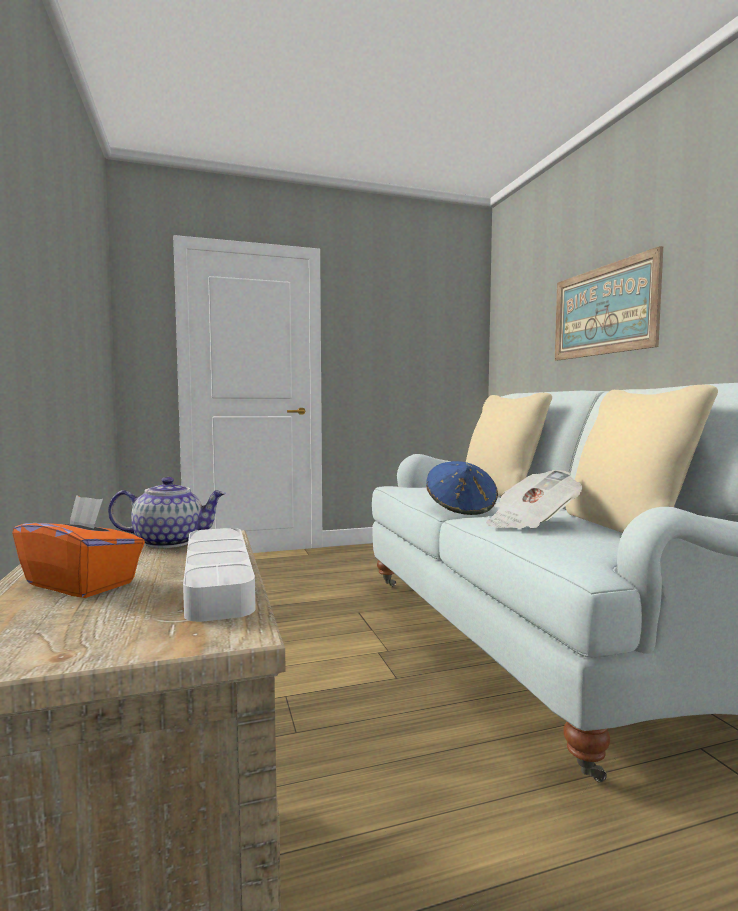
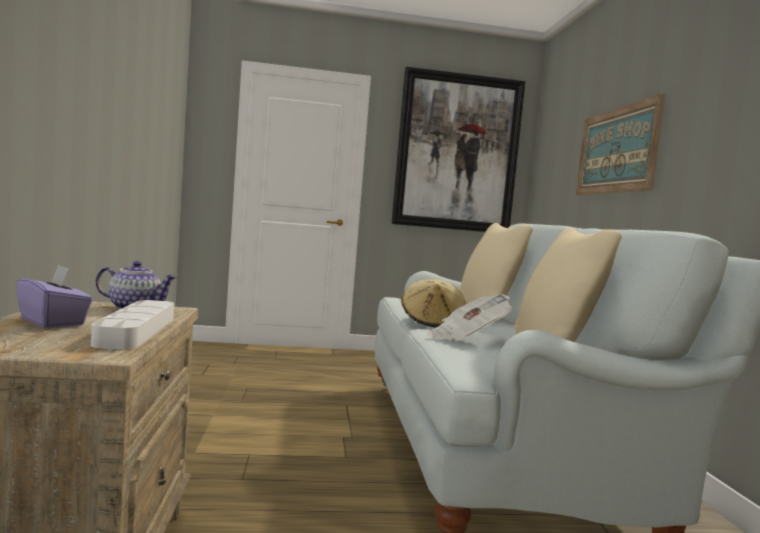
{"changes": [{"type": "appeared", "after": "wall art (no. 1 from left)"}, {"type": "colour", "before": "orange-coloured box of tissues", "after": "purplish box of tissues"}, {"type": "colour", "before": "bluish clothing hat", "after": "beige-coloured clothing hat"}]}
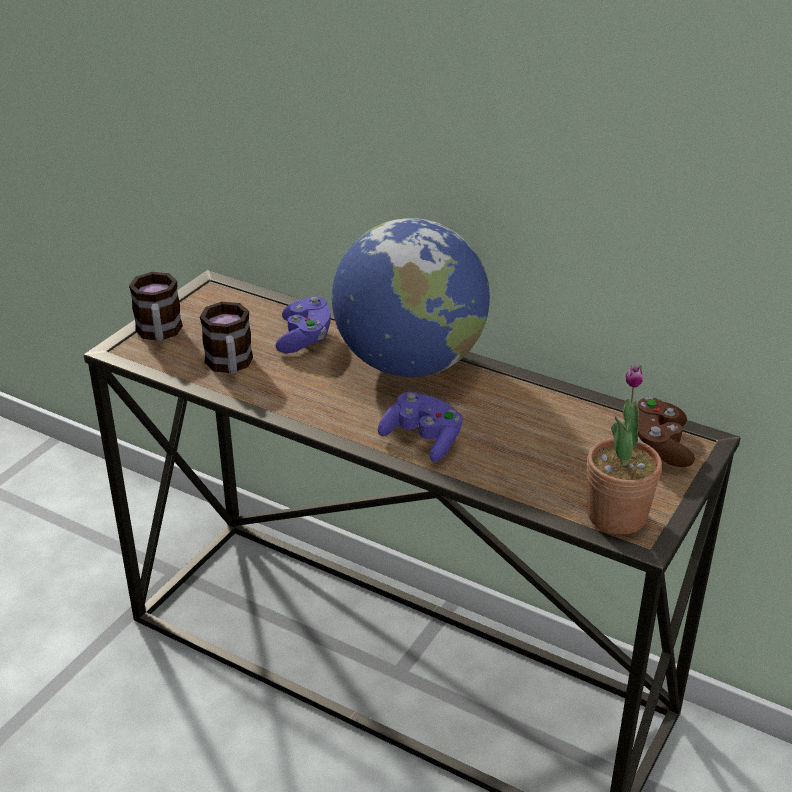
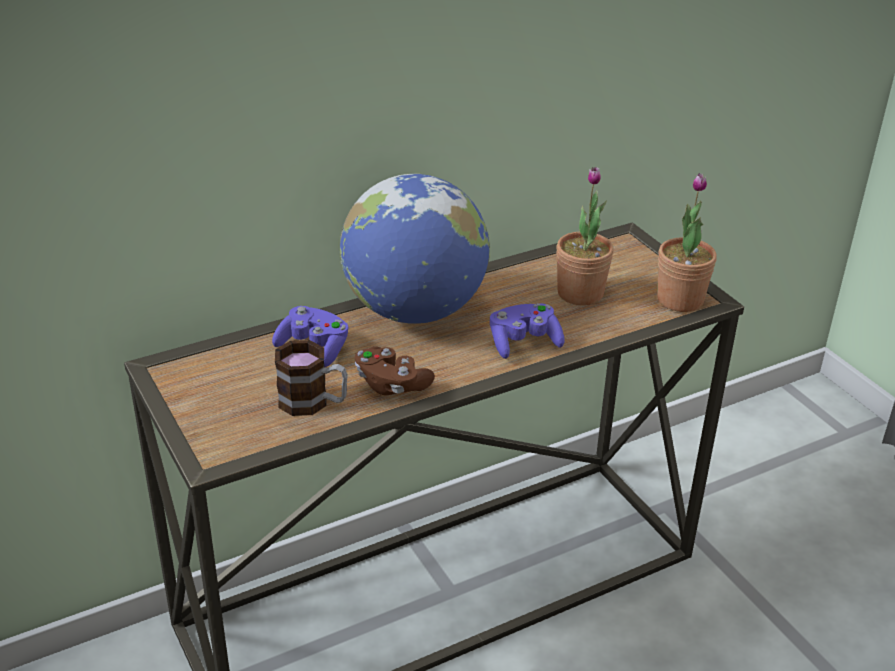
{"changes": [{"type": "missing", "before": "tea mug (no. 1 from left)"}, {"type": "appeared", "after": "houseplant (no. 1 from left)"}, {"type": "relocated", "before": "brown-coloured gamepad"}]}
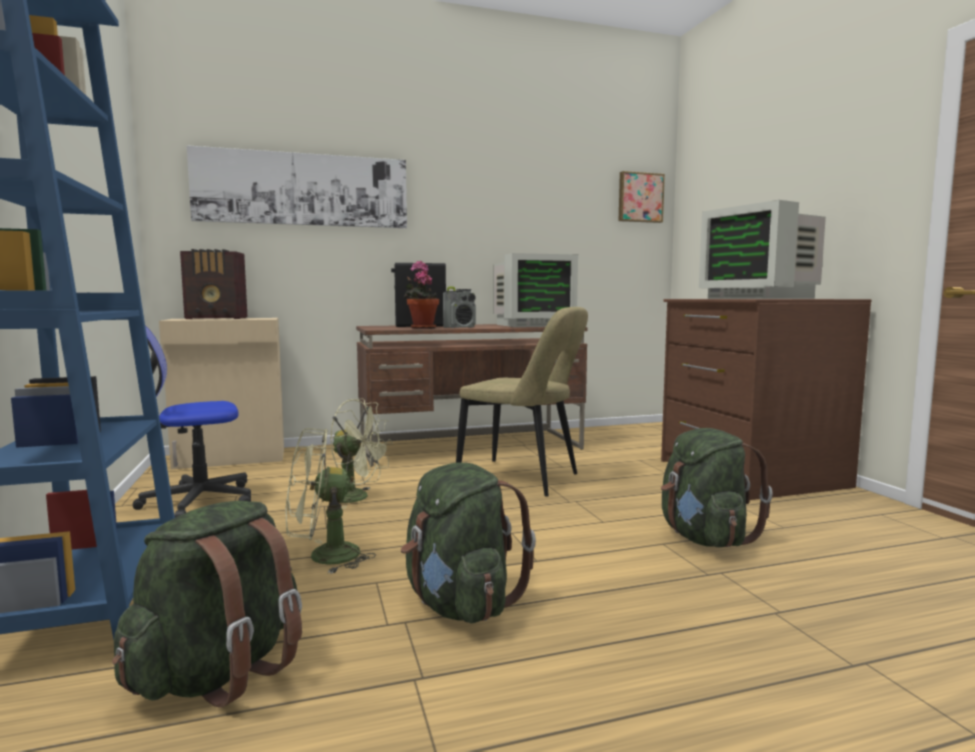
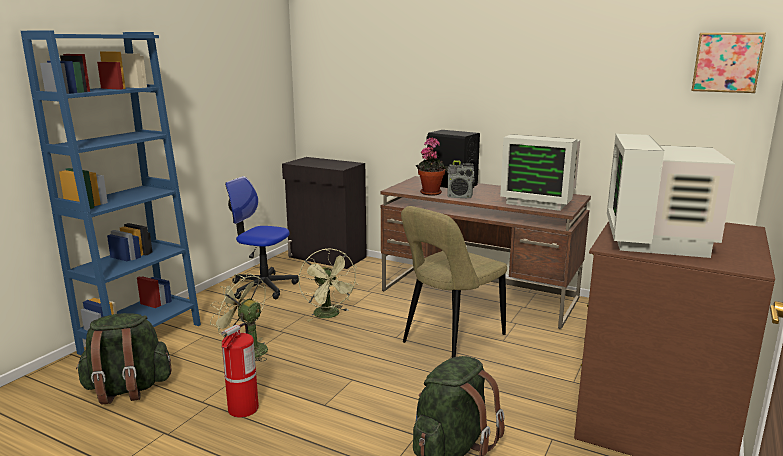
{"changes": [{"type": "missing", "before": "radio receiver (no. 1 from left)"}, {"type": "missing", "before": "wall art (no. 1 from left)"}, {"type": "exchanged", "before": "greenish rucksack (no. 2 from left)", "after": "fire-fighting cylinder"}, {"type": "colour", "before": "beige-coloured storage cabinet", "after": "black-coloured storage cabinet"}, {"type": "spun", "before": "beige-coloured upright chair", "turn": 60}]}
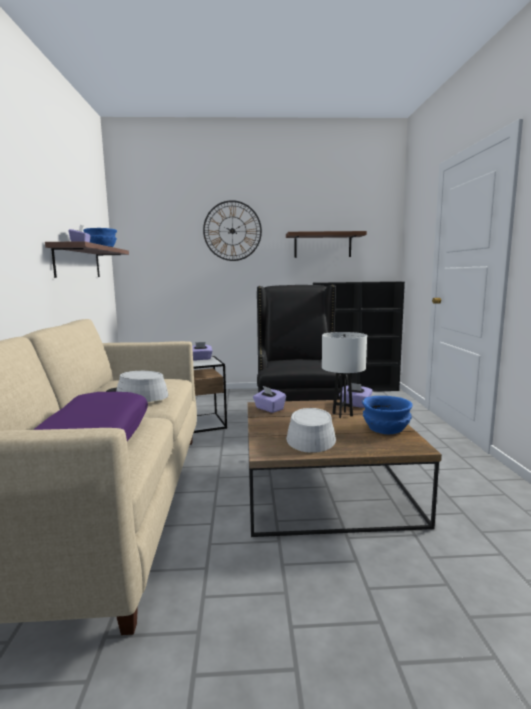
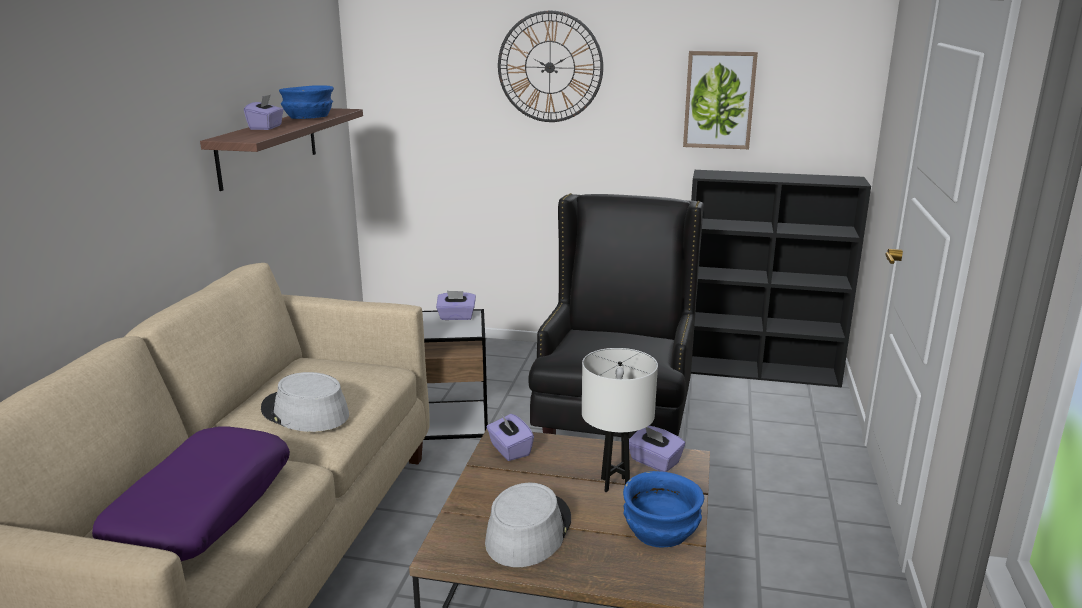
{"changes": [{"type": "exchanged", "before": "shelf (no. 2 from left)", "after": "wall art"}]}
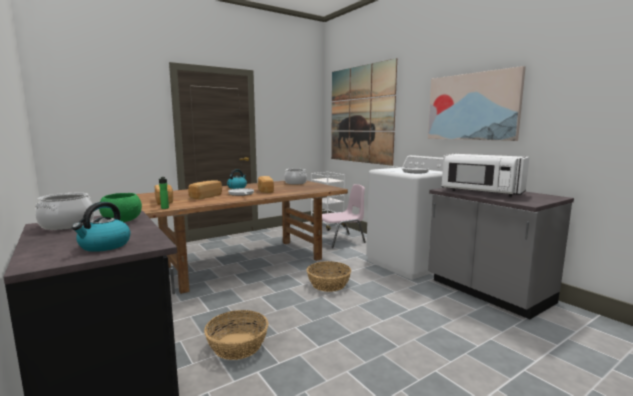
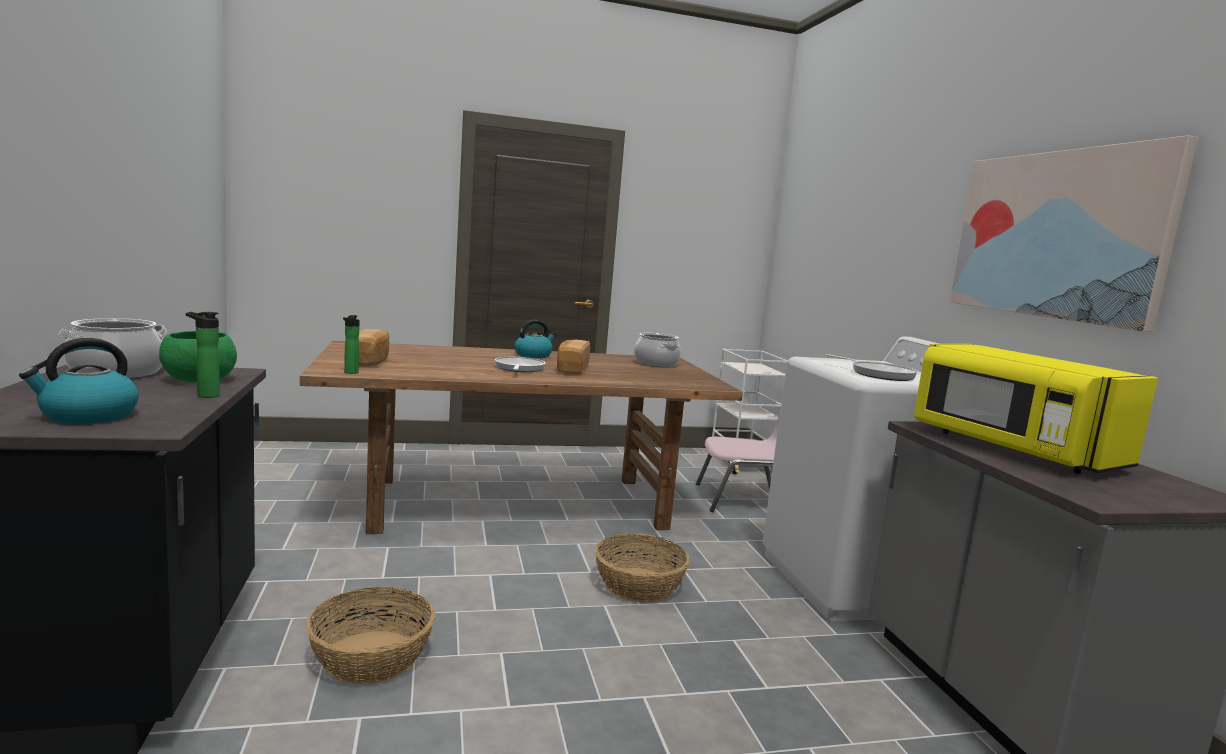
{"changes": [{"type": "missing", "before": "baked bread (no. 2 from left)"}, {"type": "missing", "before": "wall art (no. 1 from left)"}, {"type": "appeared", "after": "bottle (no. 1 from left)"}, {"type": "colour", "before": "whitish microwave", "after": "yellowish microwave"}]}
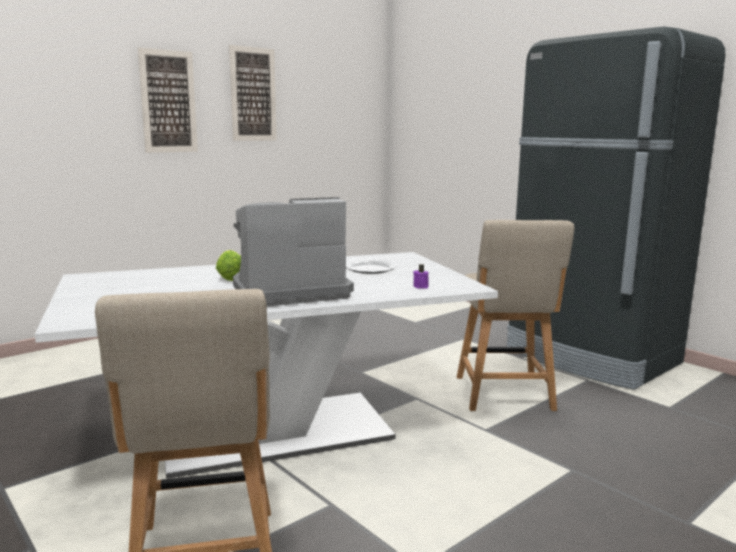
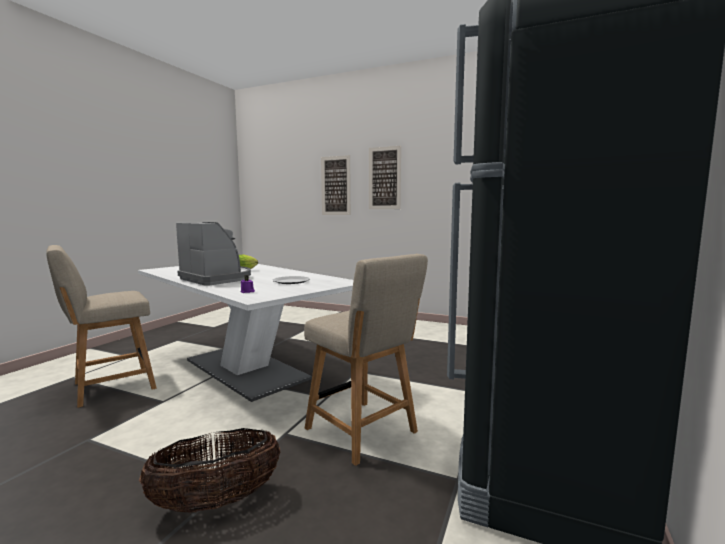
{"changes": [{"type": "appeared", "after": "household basket"}, {"type": "relocated", "before": "wall art (no. 2 from left in the first image)", "after": "wall art (no. 1 from left)"}, {"type": "spun", "before": "beige-coloured upright chair (no. 2 from left)", "turn": -105}]}
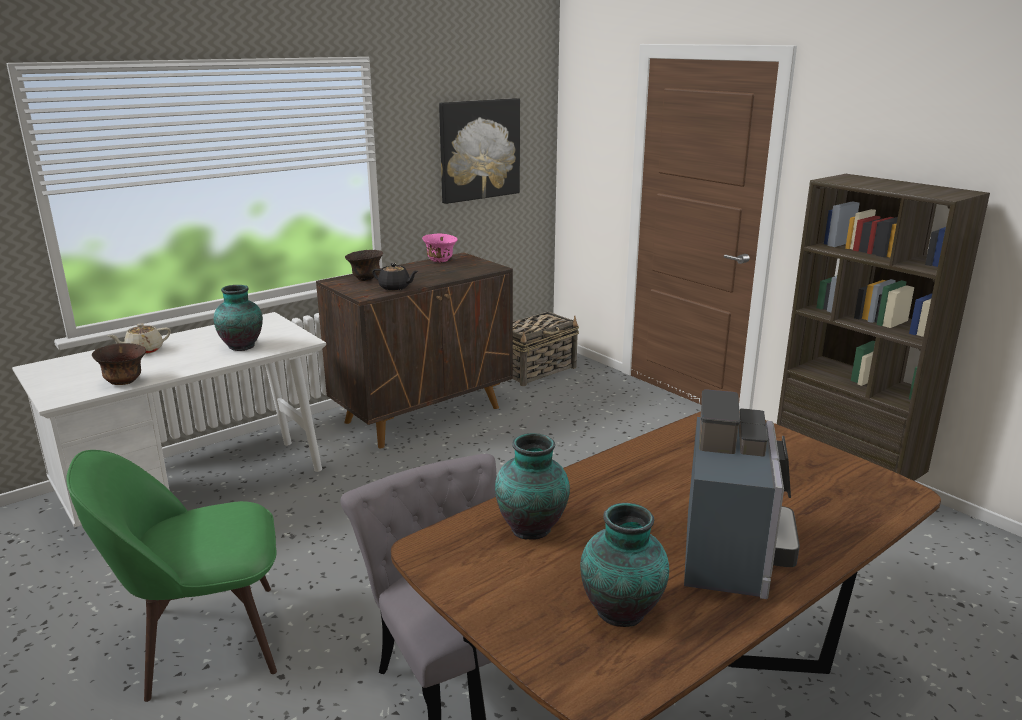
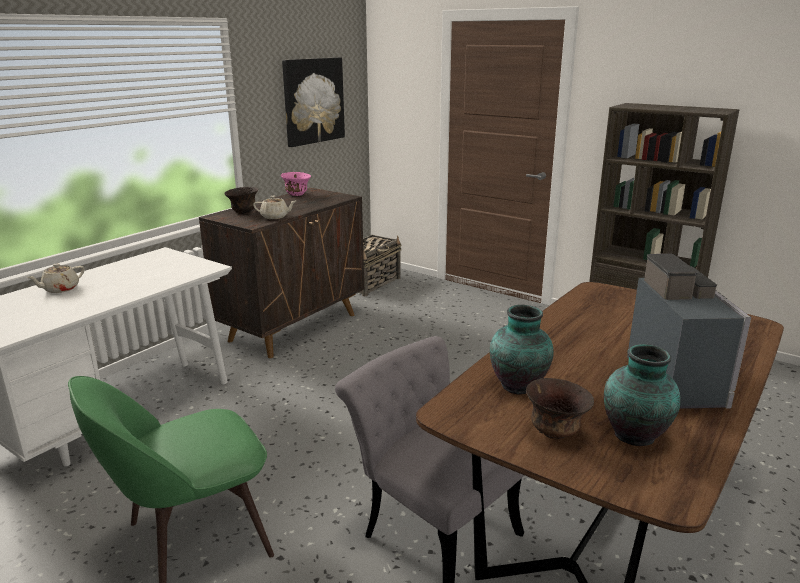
{"changes": [{"type": "missing", "before": "flower vase (no. 1 from left)"}, {"type": "relocated", "before": "brown-coloured serving bowl (no. 1 from left in the first image)", "after": "brown-coloured serving bowl (no. 2 from left)"}, {"type": "colour", "before": "black-coloured pot for tea", "after": "beige-coloured pot for tea (no. 2 from left)"}]}
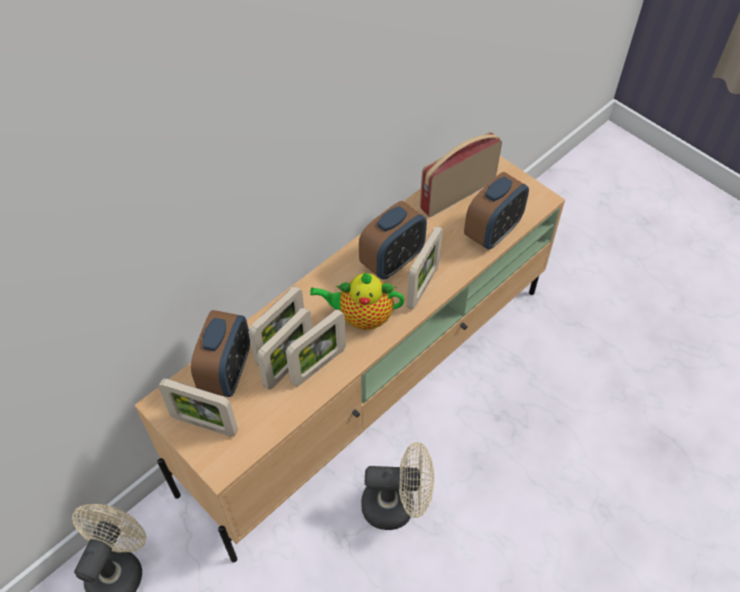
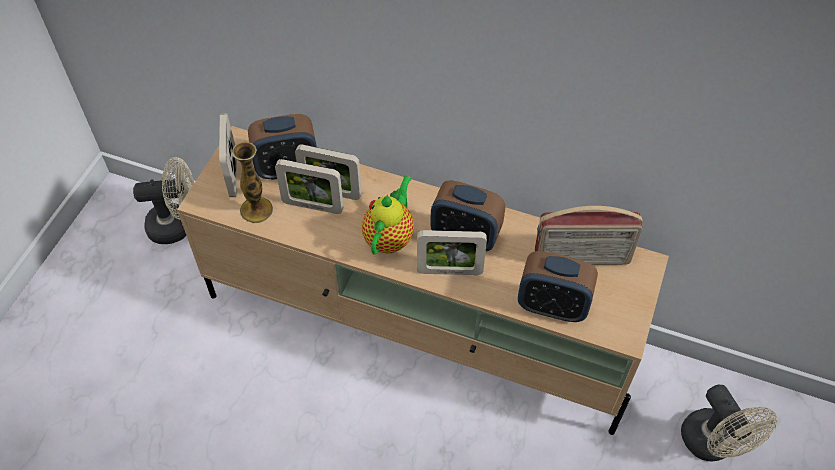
{"changes": [{"type": "missing", "before": "standing frame (no. 4 from left)"}, {"type": "appeared", "after": "flower vase"}, {"type": "relocated", "before": "beige-coloured electric fan (no. 2 from left)"}, {"type": "spun", "before": "pot for tea", "turn": 45}, {"type": "spun", "before": "radio receiver", "turn": 150}]}
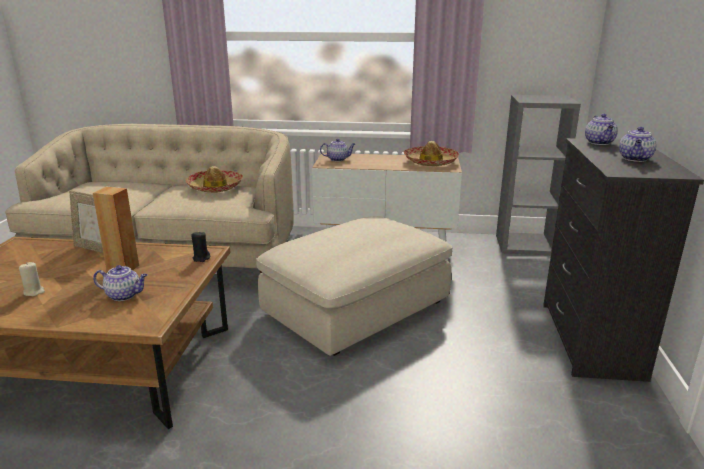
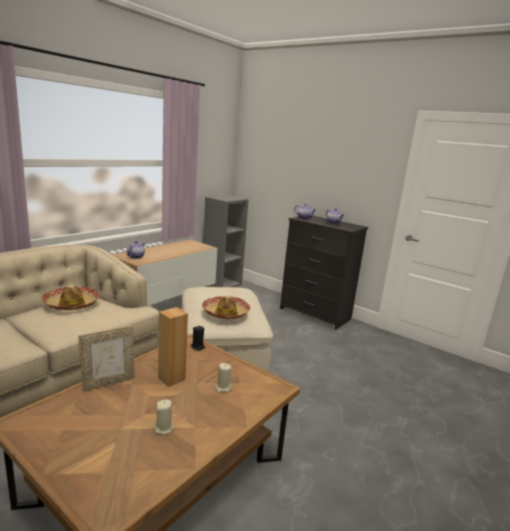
{"changes": [{"type": "relocated", "before": "clothing hat (no. 2 from left)"}, {"type": "exchanged", "before": "pot for tea (no. 1 from left)", "after": "beige-coloured wax candle (no. 2 from left)"}]}
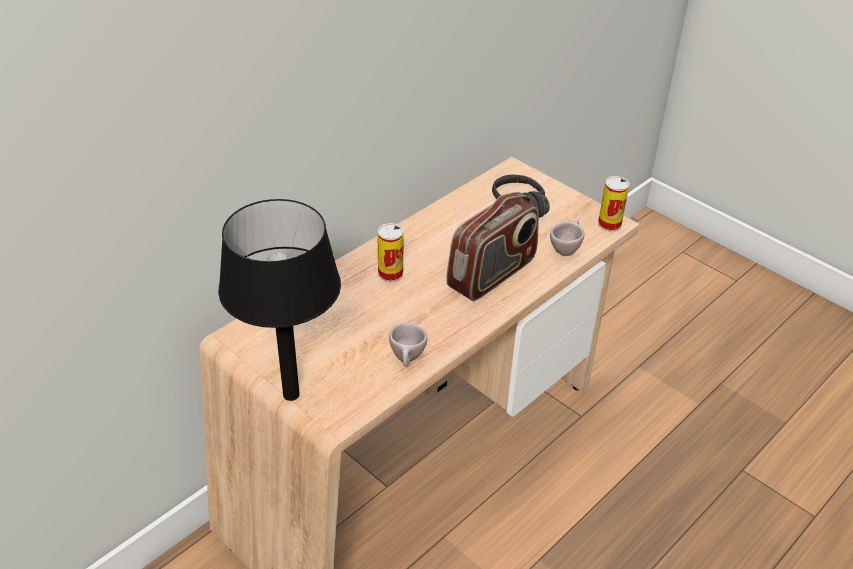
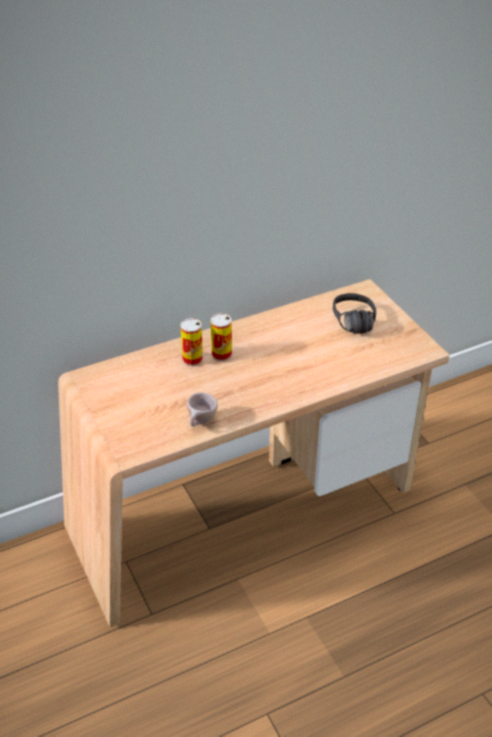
{"changes": [{"type": "missing", "before": "black-coloured lamp for a table"}, {"type": "missing", "before": "radio receiver"}, {"type": "missing", "before": "beige-coloured cup (no. 2 from left)"}, {"type": "relocated", "before": "metal can (no. 2 from left in the first image)", "after": "metal can (no. 1 from left)"}]}
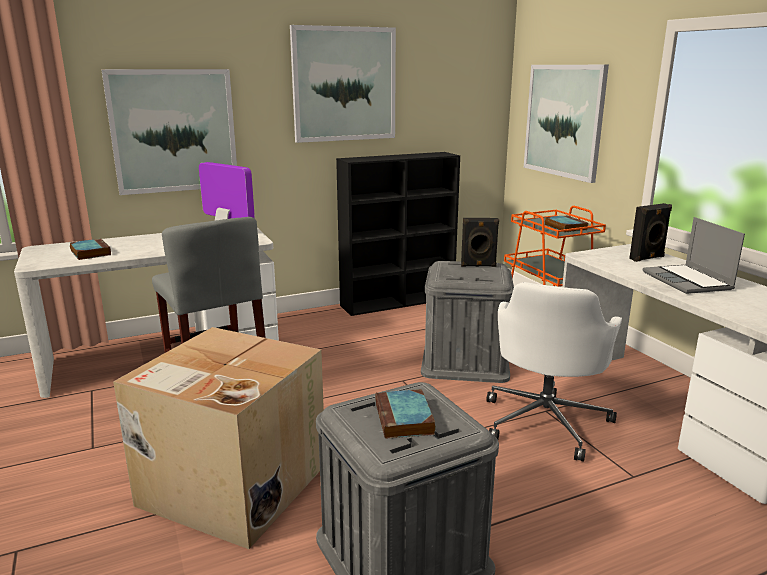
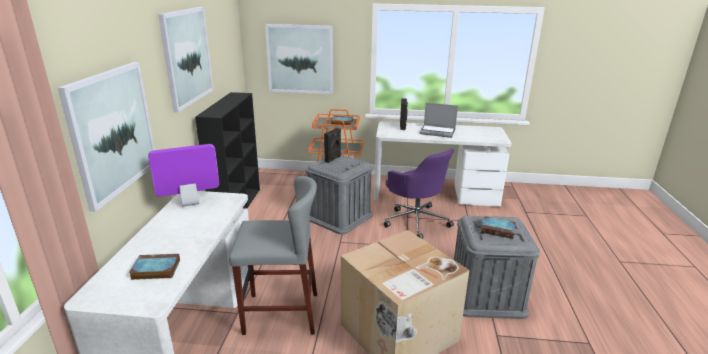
{"changes": [{"type": "colour", "before": "whitish desk chair", "after": "purplish desk chair"}]}
